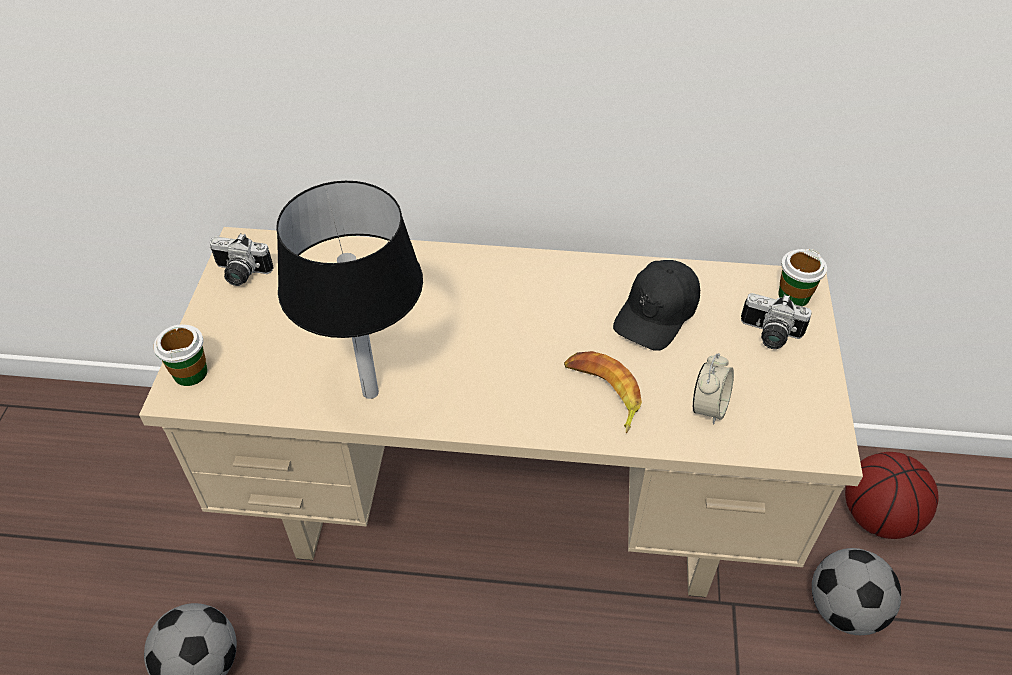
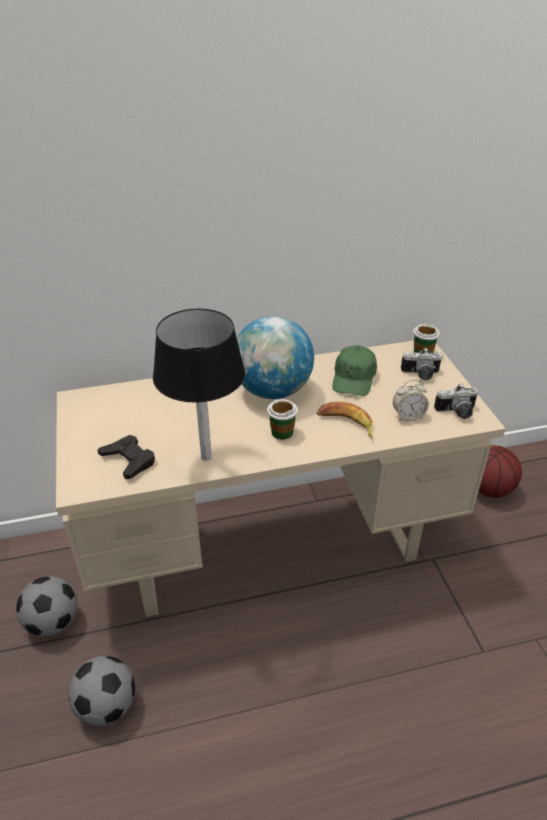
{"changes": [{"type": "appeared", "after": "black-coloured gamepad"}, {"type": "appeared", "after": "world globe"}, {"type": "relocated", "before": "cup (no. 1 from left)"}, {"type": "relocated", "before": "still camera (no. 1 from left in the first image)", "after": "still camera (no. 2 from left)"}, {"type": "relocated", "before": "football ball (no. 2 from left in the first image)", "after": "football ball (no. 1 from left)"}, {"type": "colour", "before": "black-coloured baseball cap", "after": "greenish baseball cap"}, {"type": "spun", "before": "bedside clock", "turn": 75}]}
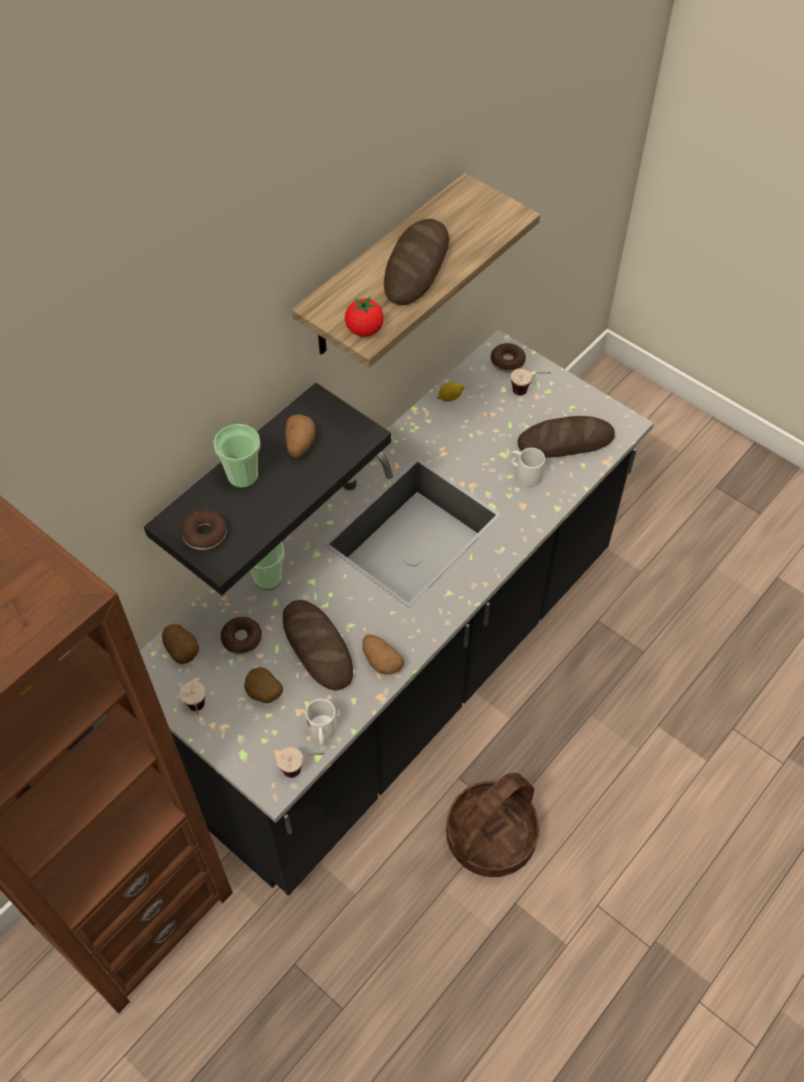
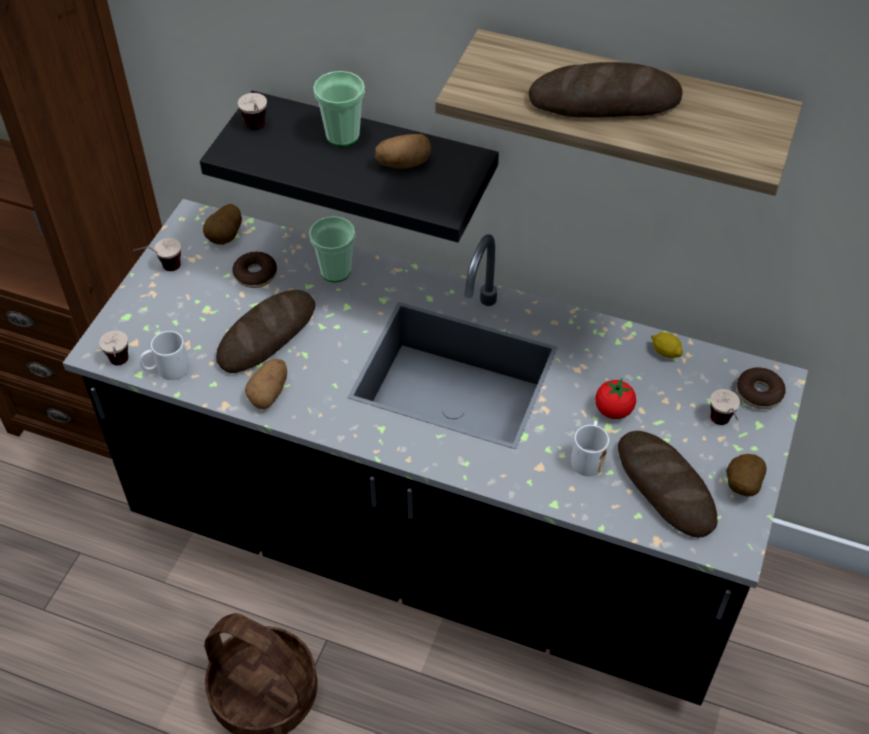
{"changes": [{"type": "relocated", "before": "spud (no. 2 from left in the first image)", "after": "spud (no. 4 from left)"}, {"type": "relocated", "before": "fresh tomato"}, {"type": "exchanged", "before": "doughnut (no. 1 from left)", "after": "cup (no. 3 from left)"}]}
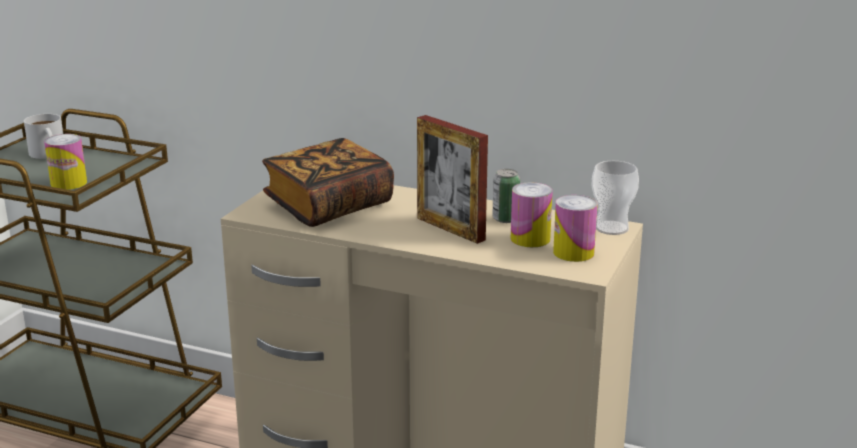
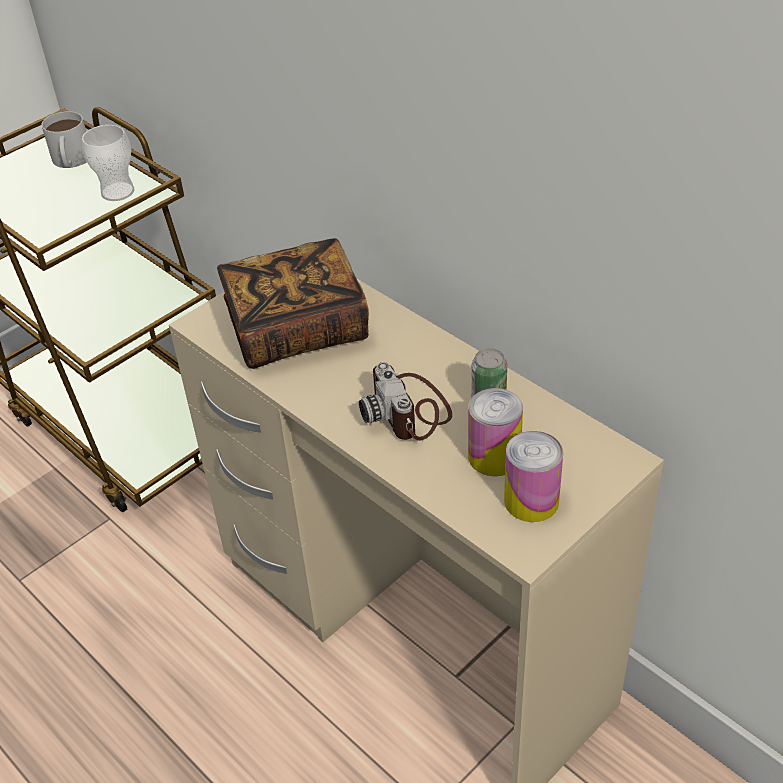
{"changes": [{"type": "missing", "before": "metal can (no. 1 from left)"}, {"type": "relocated", "before": "cup"}, {"type": "exchanged", "before": "standing frame", "after": "still camera"}]}
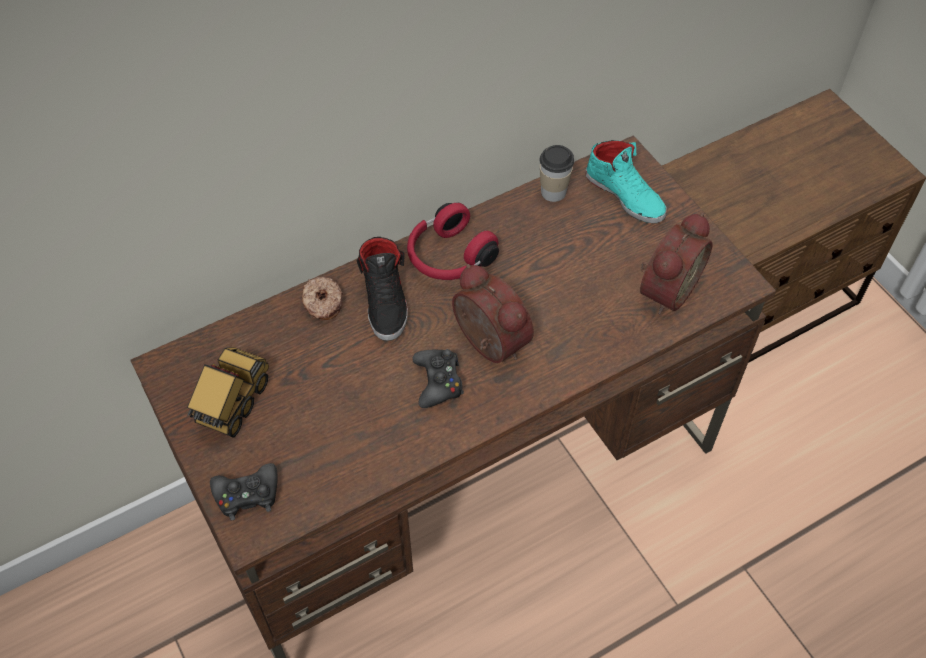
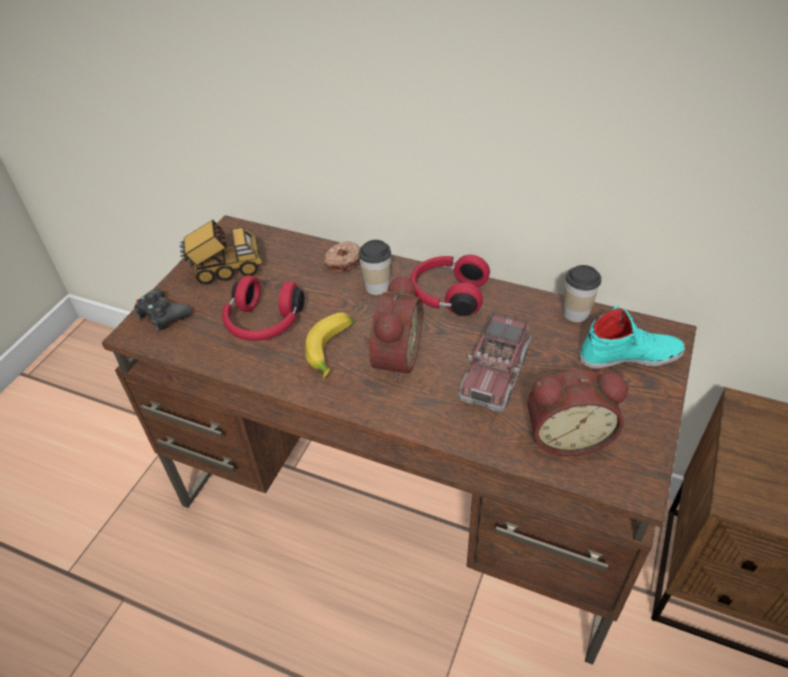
{"changes": [{"type": "appeared", "after": "red-coloured pair of headphones (no. 1 from left)"}, {"type": "appeared", "after": "toy lorry (no. 2 from left)"}, {"type": "exchanged", "before": "black-coloured item of footwear", "after": "cup (no. 1 from left)"}, {"type": "exchanged", "before": "black-coloured gamepad (no. 2 from left)", "after": "whole banana"}, {"type": "spun", "before": "blue-green item of footwear", "turn": -105}]}
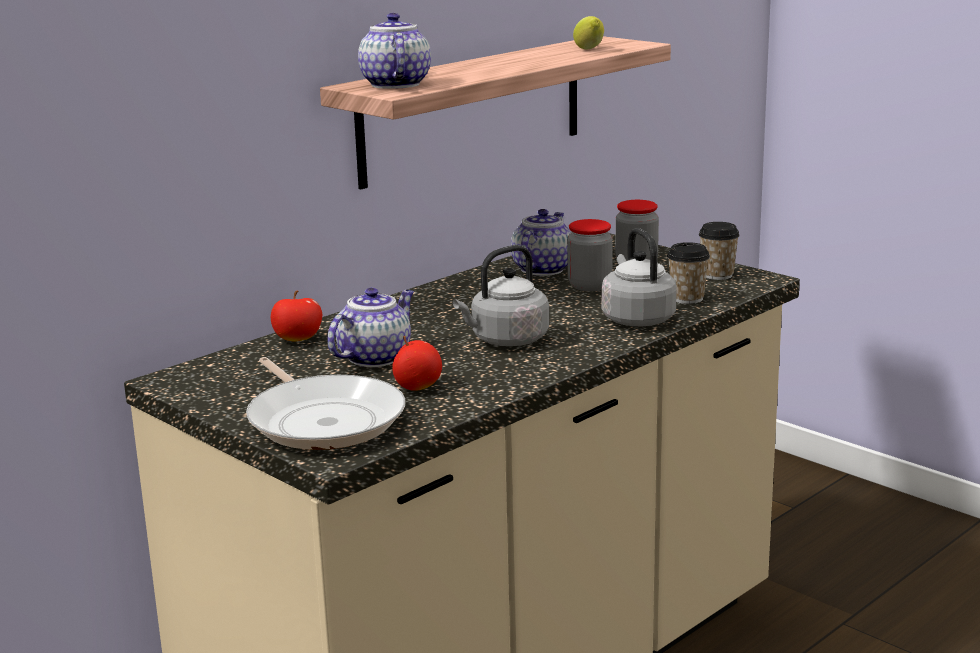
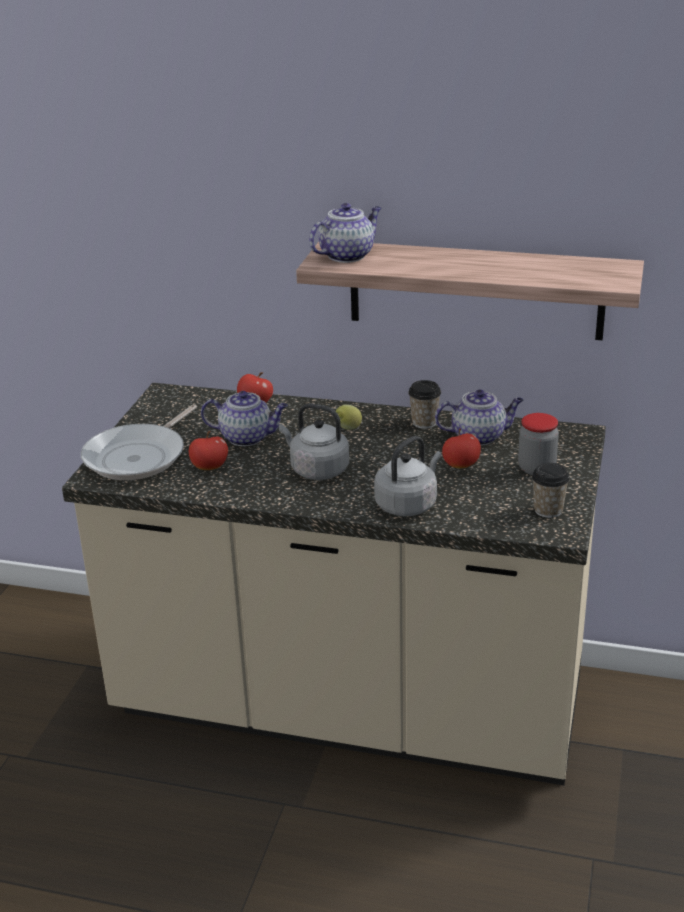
{"changes": [{"type": "relocated", "before": "lemon"}, {"type": "relocated", "before": "cup (no. 1 from left)"}, {"type": "exchanged", "before": "storage jar (no. 1 from left)", "after": "apple (no. 3 from left)"}]}
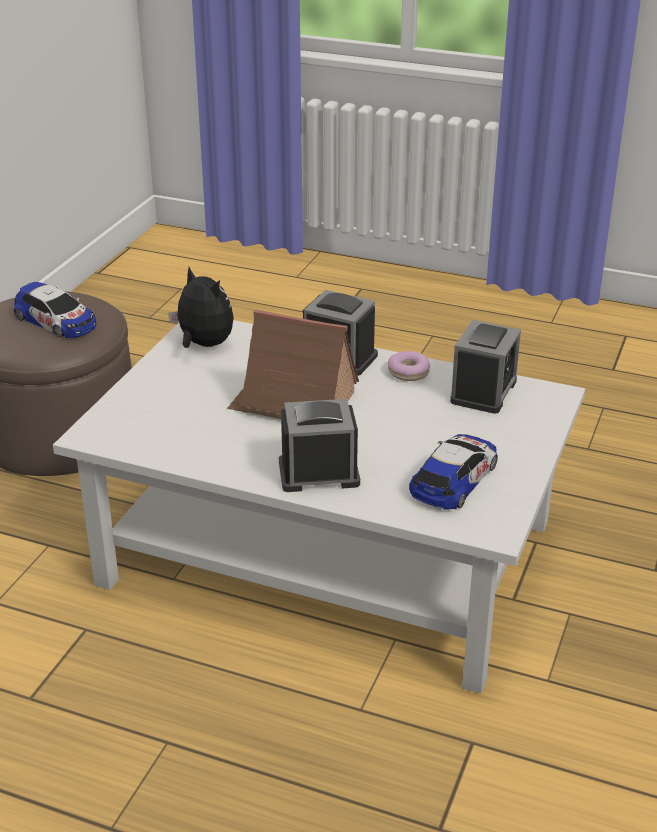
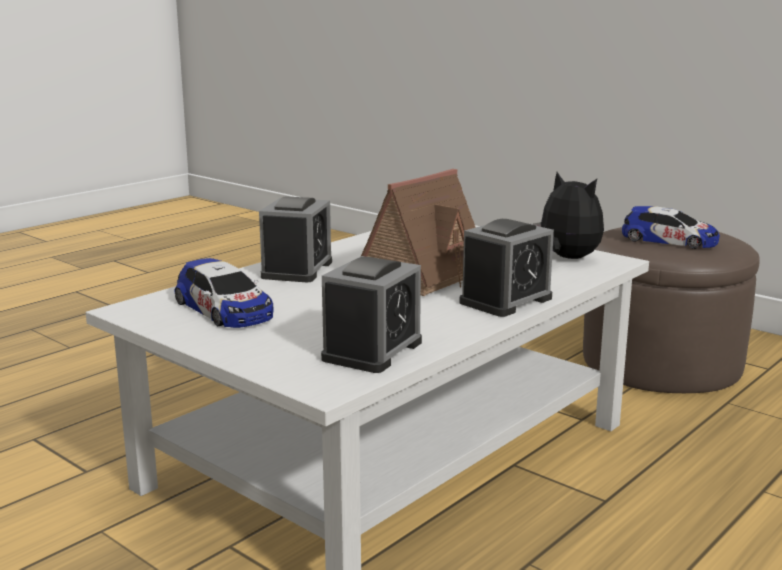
{"changes": [{"type": "missing", "before": "doughnut"}, {"type": "spun", "before": "toy car (no. 1 from left in the first image)", "turn": -120}, {"type": "spun", "before": "plush toy", "turn": -105}, {"type": "spun", "before": "bedside clock (no. 3 from left in the first image)", "turn": -105}]}
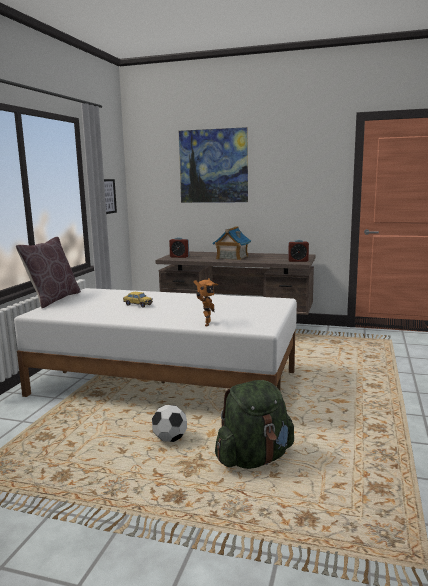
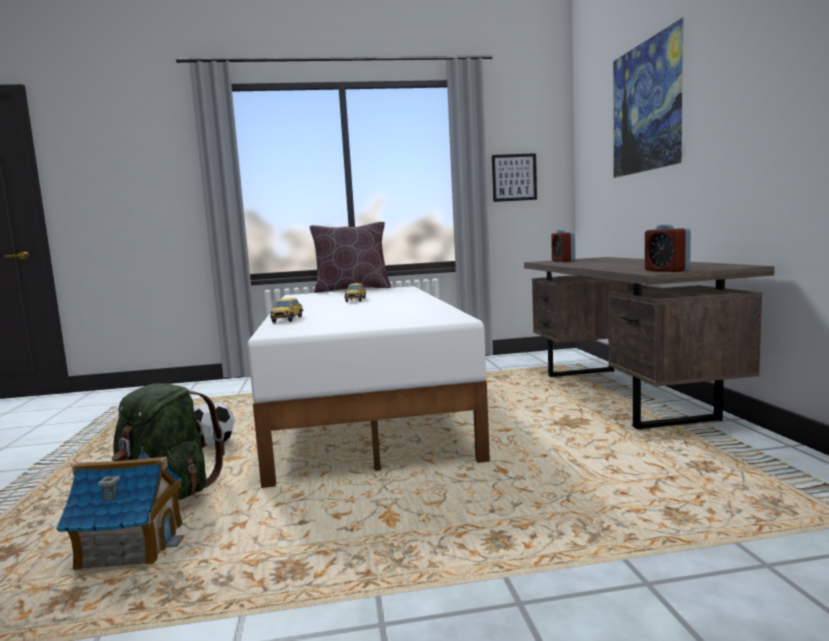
{"changes": [{"type": "relocated", "before": "miniature house"}, {"type": "exchanged", "before": "model robot", "after": "toy car (no. 1 from left)"}]}
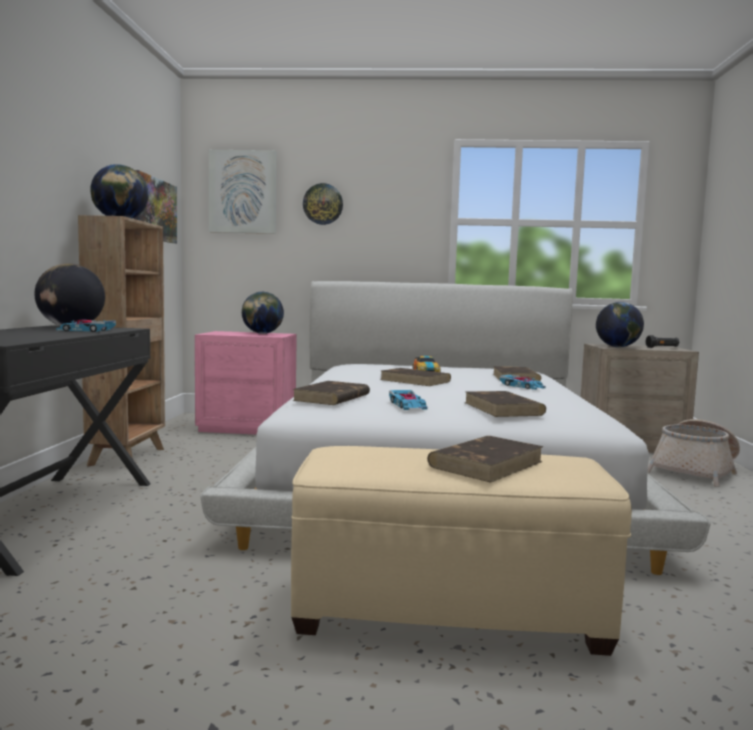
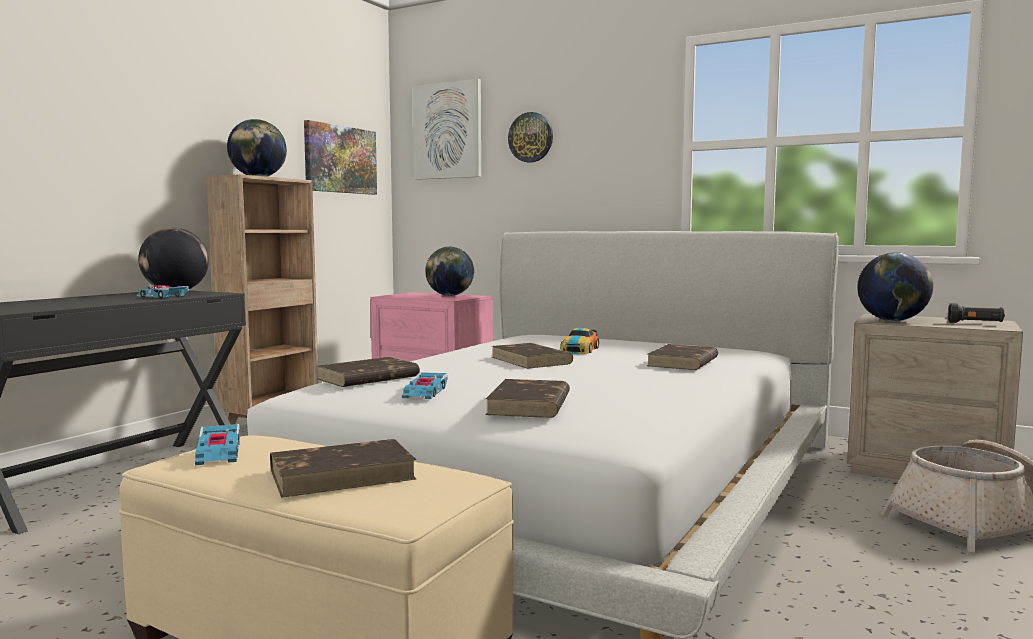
{"changes": [{"type": "relocated", "before": "toy car (no. 4 from left in the first image)", "after": "toy car (no. 2 from left)"}]}
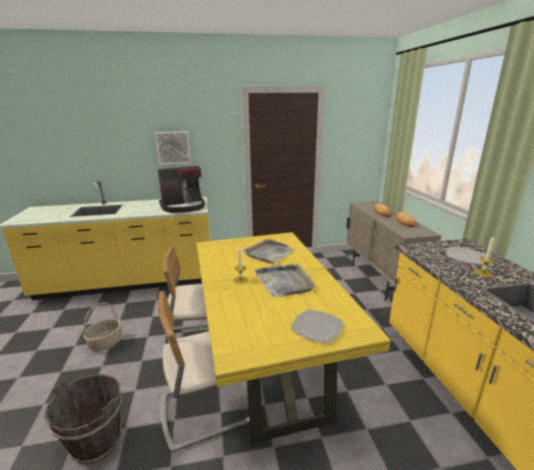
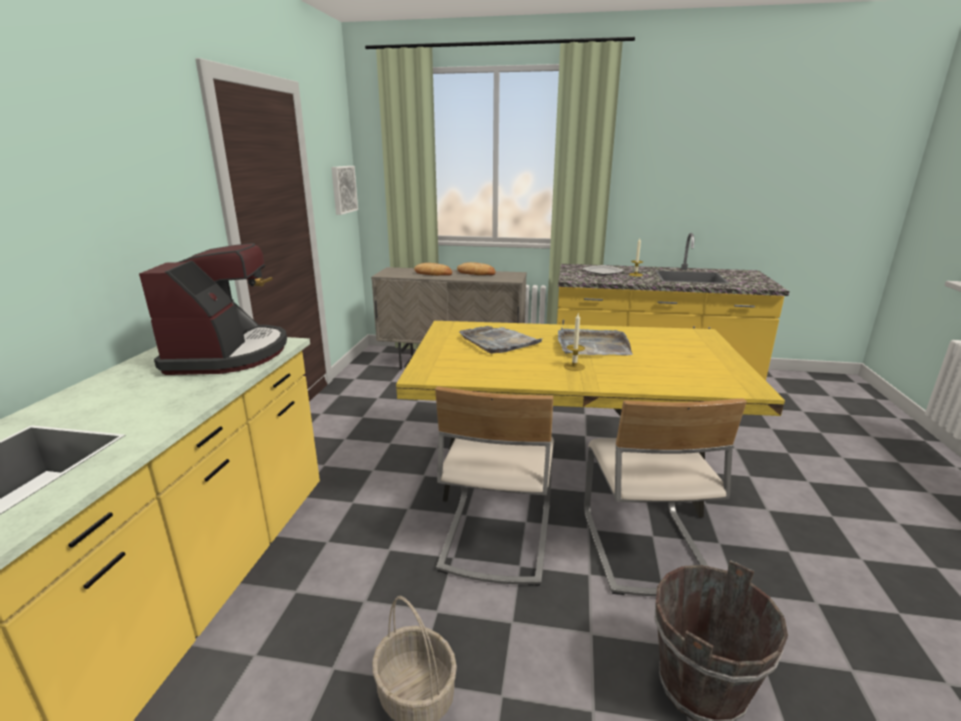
{"changes": [{"type": "missing", "before": "flat dish (no. 1 from left)"}, {"type": "relocated", "before": "wall art"}]}
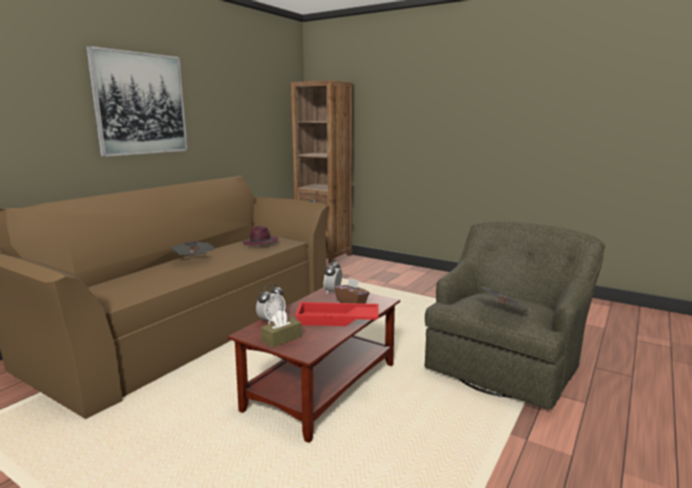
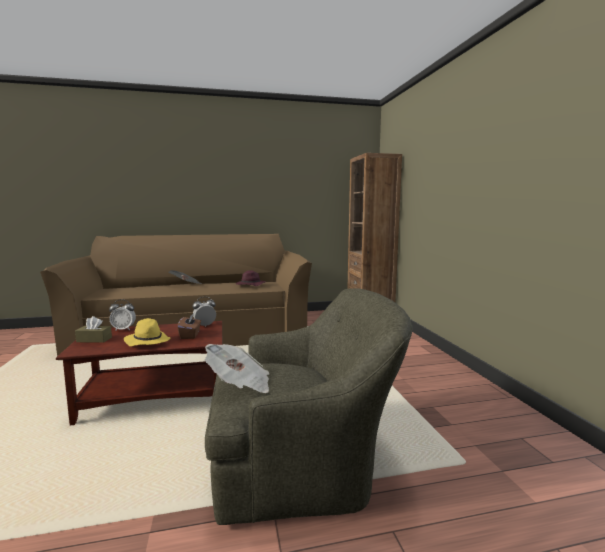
{"changes": [{"type": "missing", "before": "wall art"}, {"type": "exchanged", "before": "red-coloured tray", "after": "yellowish clothing hat"}]}
